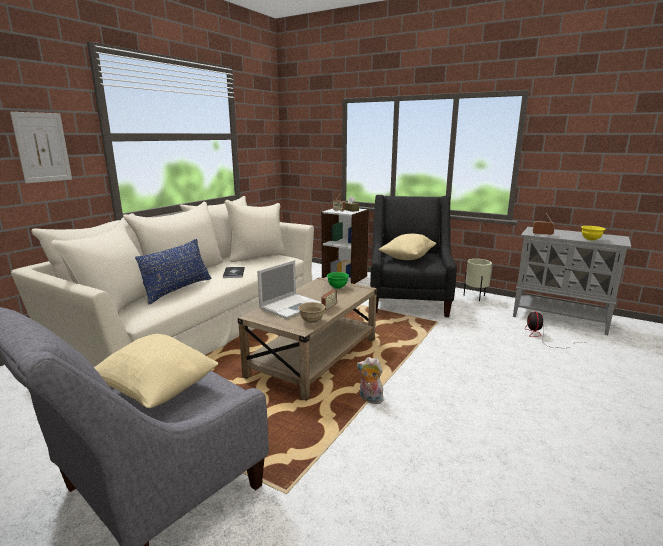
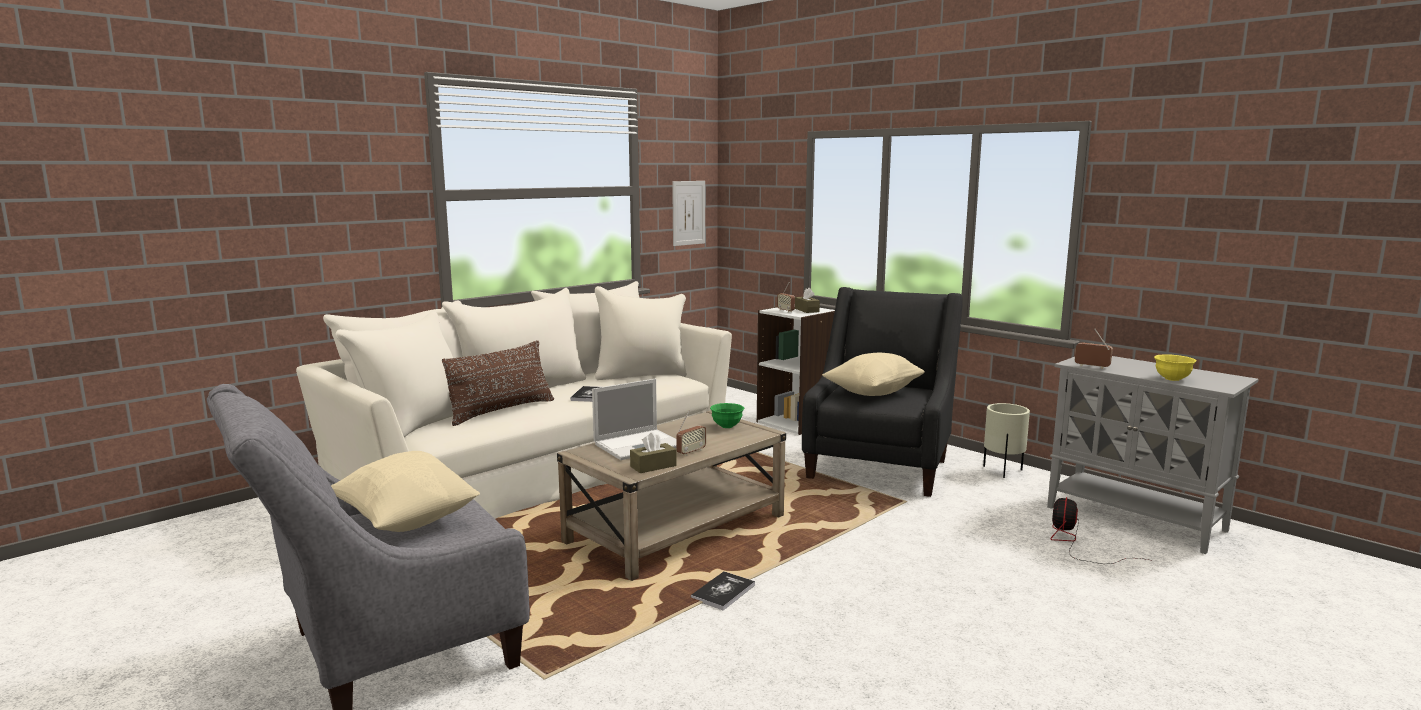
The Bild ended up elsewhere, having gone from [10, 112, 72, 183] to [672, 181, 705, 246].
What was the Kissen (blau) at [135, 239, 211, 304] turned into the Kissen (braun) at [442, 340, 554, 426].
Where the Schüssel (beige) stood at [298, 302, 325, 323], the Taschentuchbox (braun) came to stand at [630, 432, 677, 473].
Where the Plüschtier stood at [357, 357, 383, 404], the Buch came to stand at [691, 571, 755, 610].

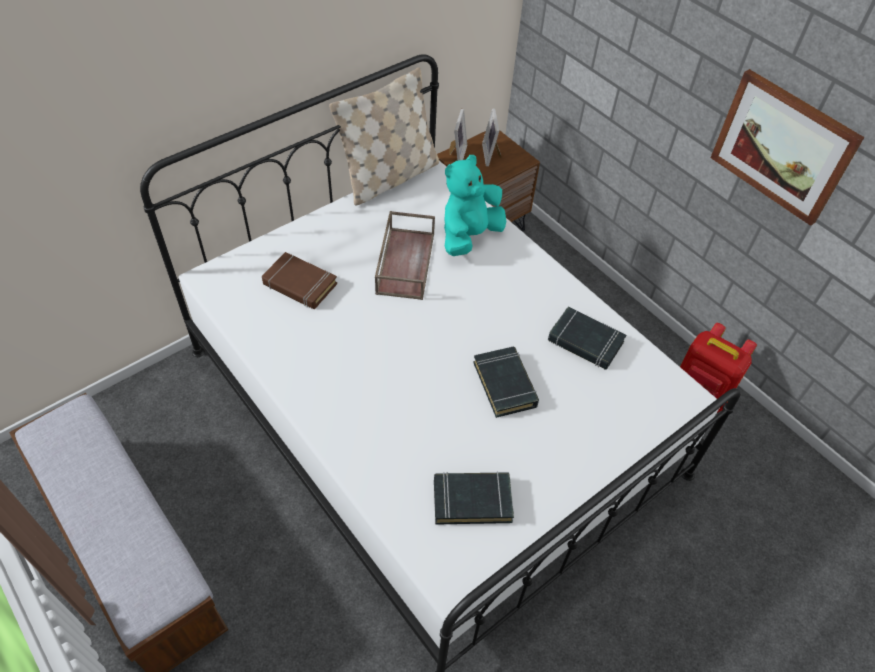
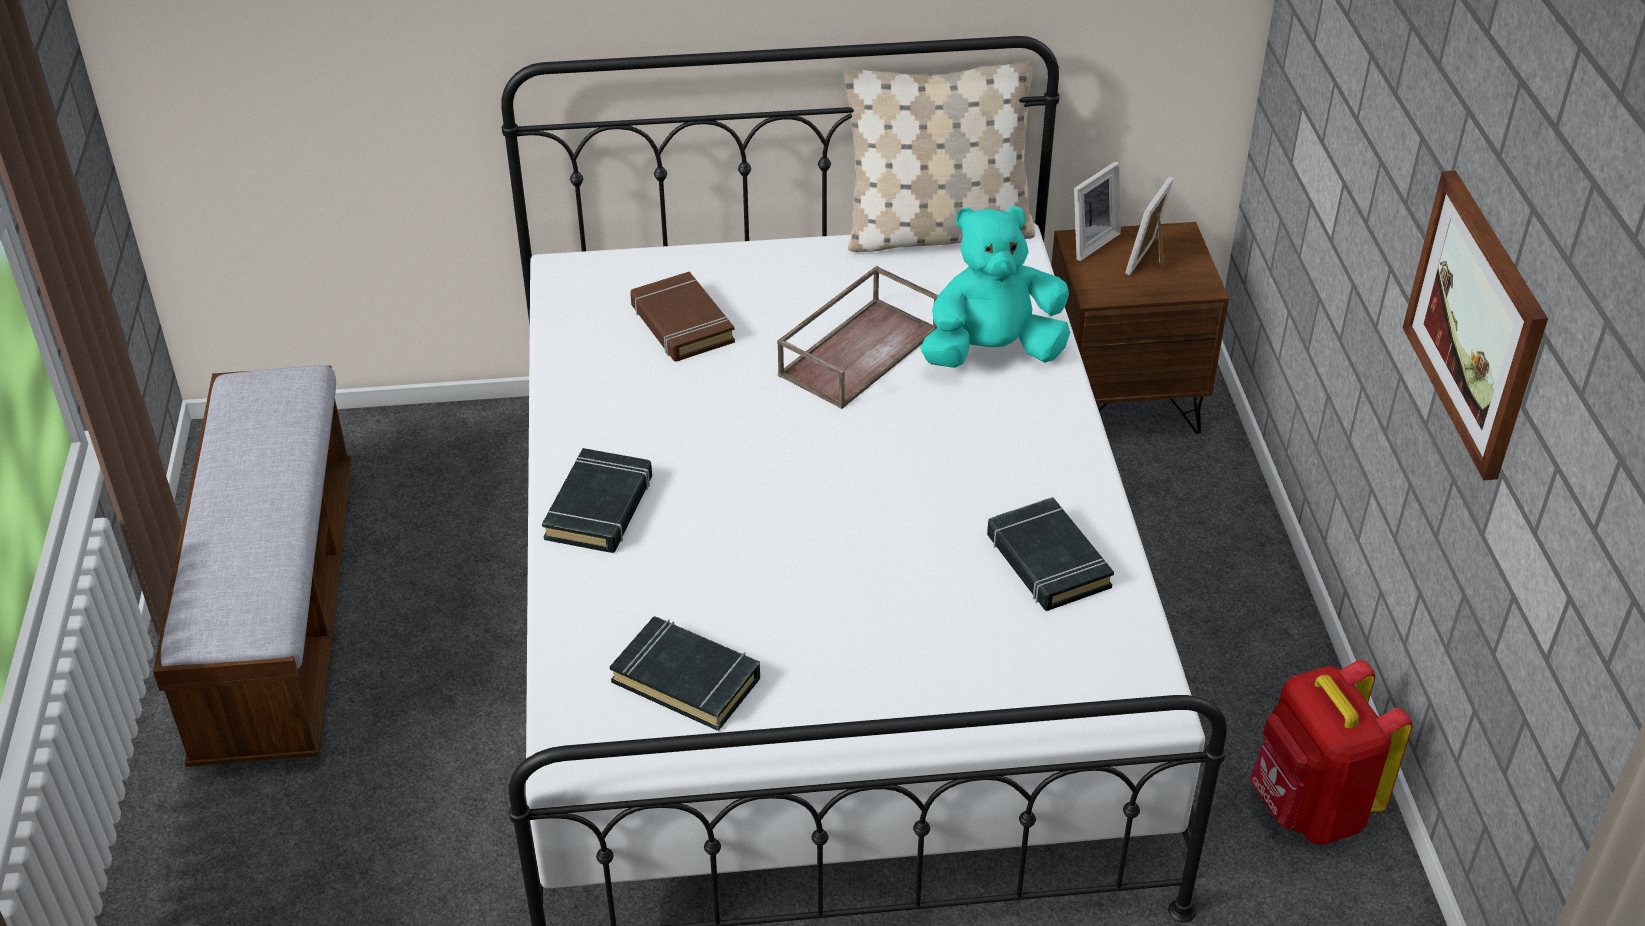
The Buch (schwarz) ended up elsewhere, having gone from [473, 347, 539, 418] to [542, 448, 652, 553].

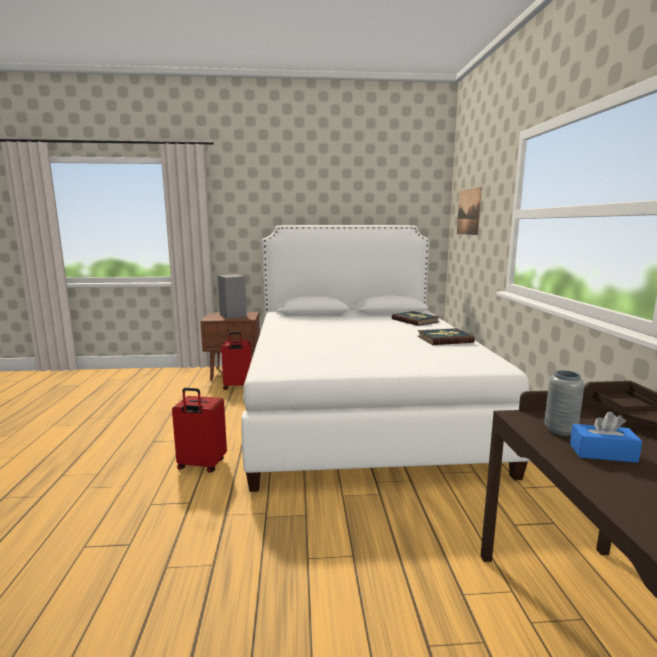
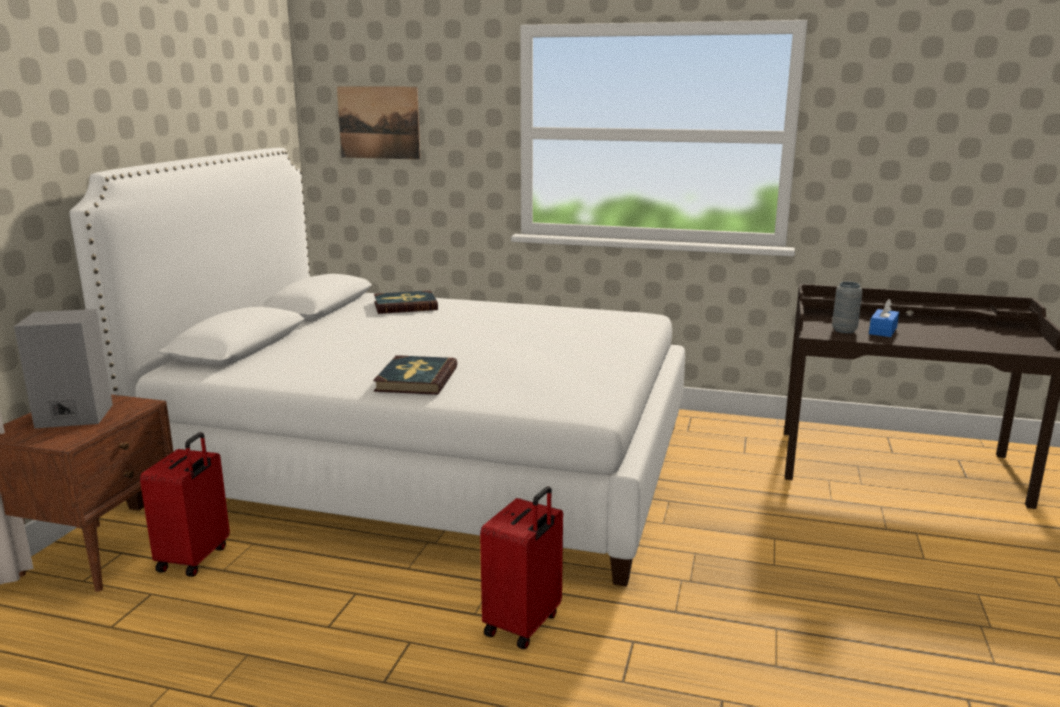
The Buch ended up elsewhere, having gone from [418, 328, 475, 345] to [373, 355, 457, 395].

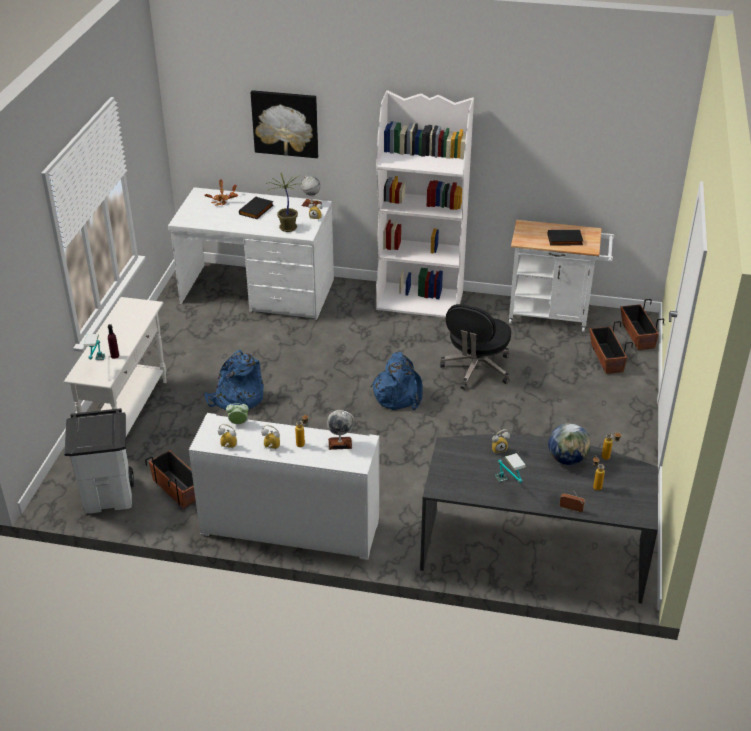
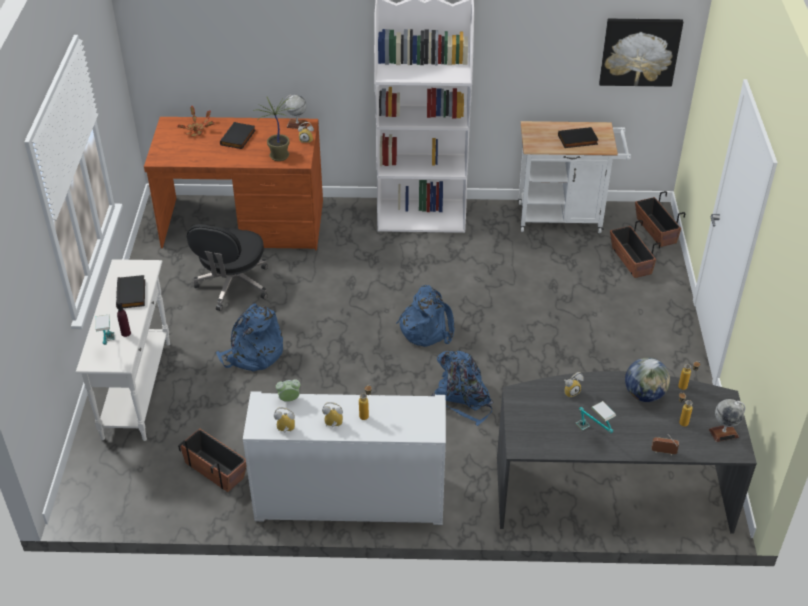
The second view lost the Mülleimer (weiß) at [64, 408, 134, 514].
What was the Schreibtisch (weiß) at [168, 187, 334, 320] turned into the Schreibtisch (braun) at [144, 117, 323, 250].
The Bild ended up elsewhere, having gone from [251, 90, 318, 158] to [599, 19, 683, 87].
The Globus ended up elsewhere, having gone from [327, 410, 355, 450] to [709, 399, 745, 442].
The Bürostuhl (schwarz) ended up elsewhere, having gone from [440, 304, 511, 390] to [187, 224, 268, 311].
The second view gained the Buch (schwarz) at [116, 275, 145, 309].
The second view gained the Rucksack (blau) at [431, 351, 493, 426].

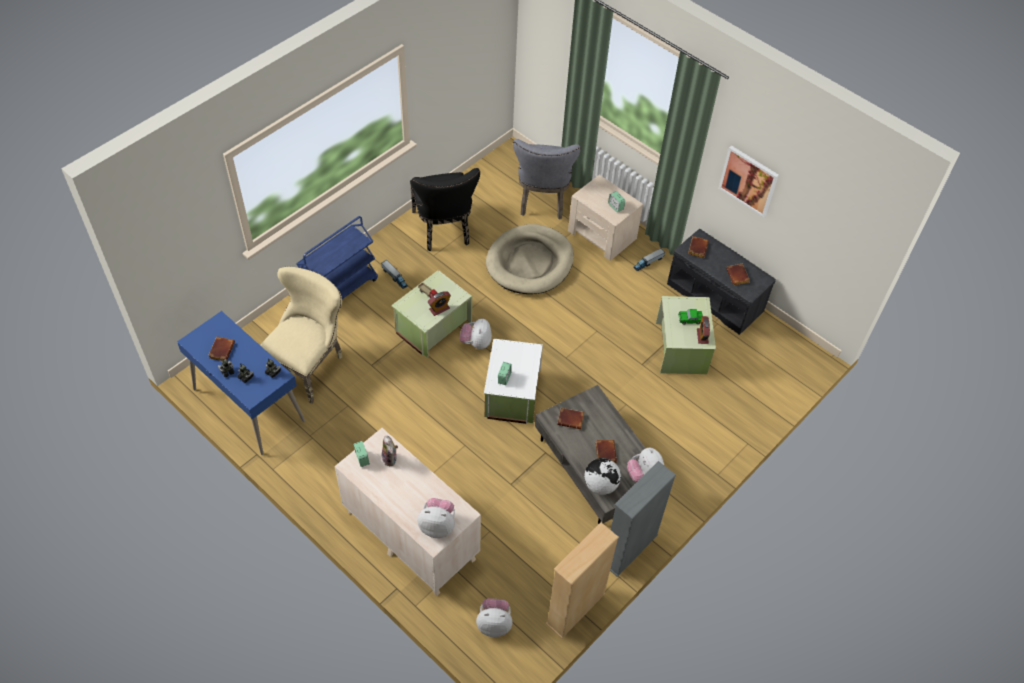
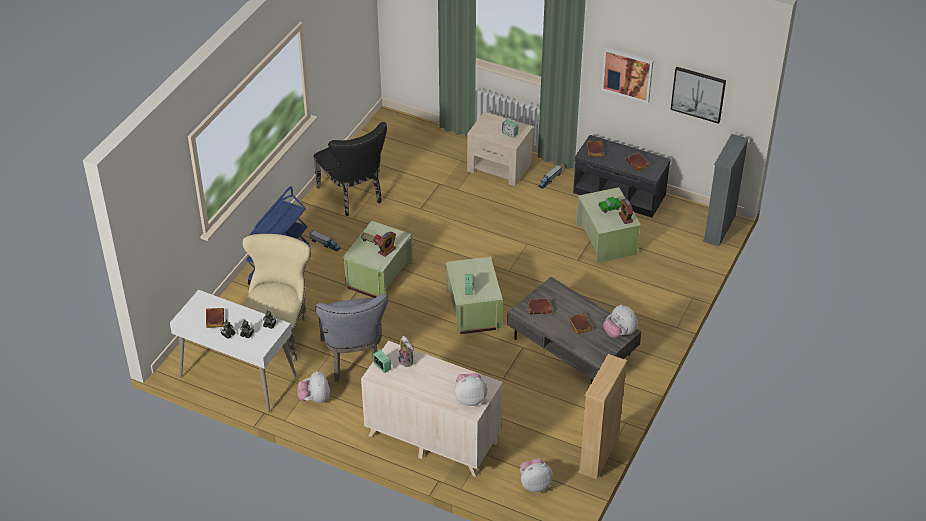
What was the Schreibtisch (blau) at [177, 311, 305, 455] turned into the Schreibtisch (weiß) at [170, 290, 296, 412].
The Plüschtier ended up elsewhere, having gone from [460, 318, 492, 349] to [297, 371, 330, 403].
What was the Aufbewahrungsbox (weiß) at [484, 339, 543, 424] turned into the Aufbewahrungsbox (grün) at [446, 256, 503, 334].
The second view lost the Hundebett (beige) at [486, 224, 574, 294].
The Stuhl (grau) ended up elsewhere, having gone from [513, 139, 581, 219] to [315, 293, 388, 382].
The second view lost the Globus at [584, 458, 621, 495].
The Bücherregal (grau) ended up elsewhere, having gone from [610, 461, 676, 577] to [703, 134, 748, 246].
The second view gained the Bild at [671, 67, 726, 124].

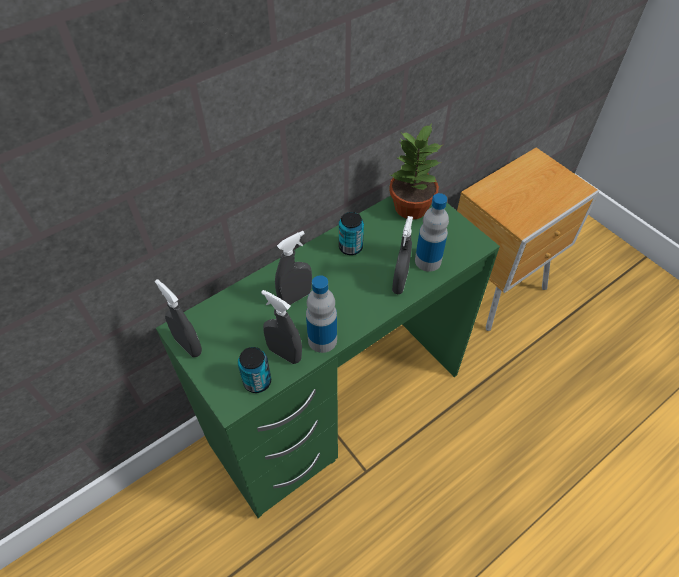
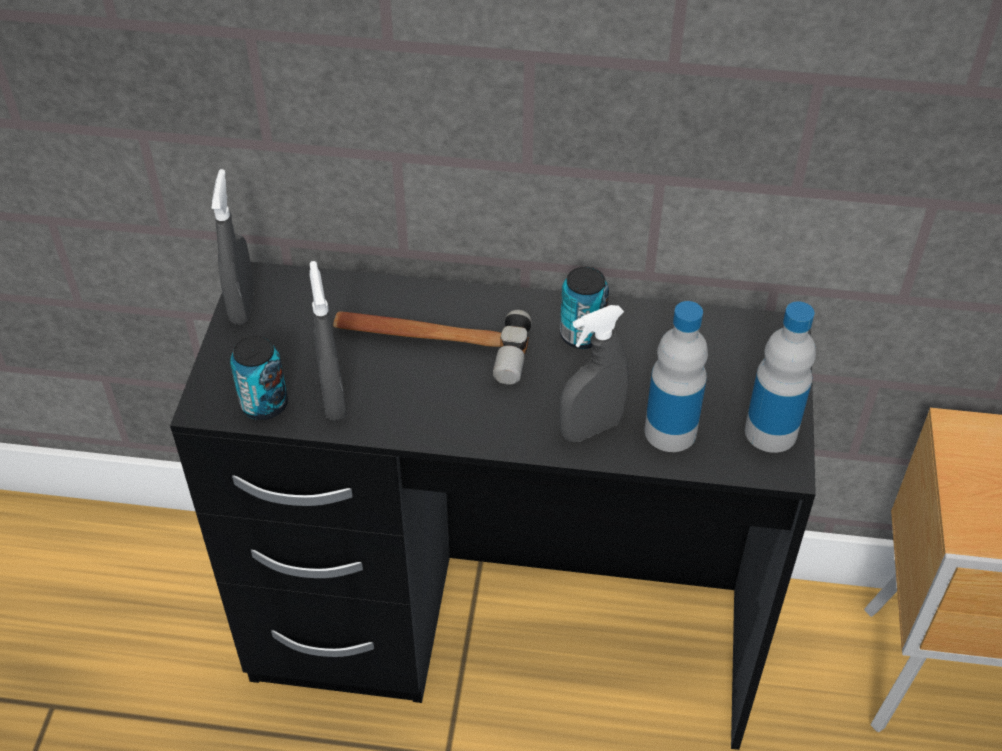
What was the Schreibtisch (grün) at [156, 196, 500, 518] turned into the Schreibtisch (schwarz) at [170, 262, 816, 750].
Where the Sprühflasche (grau) stood at [275, 231, 312, 305], the Hammer came to stand at [333, 310, 532, 385].
The Flasche ended up elsewhere, having gone from [306, 275, 337, 353] to [745, 301, 816, 453].
The second view lost the Topfpflanze at [389, 123, 444, 219].

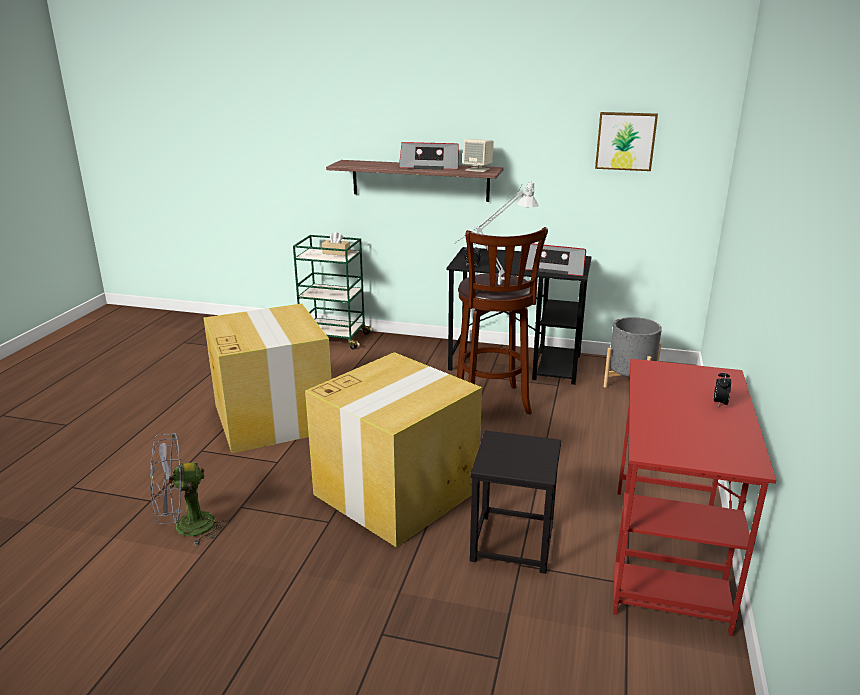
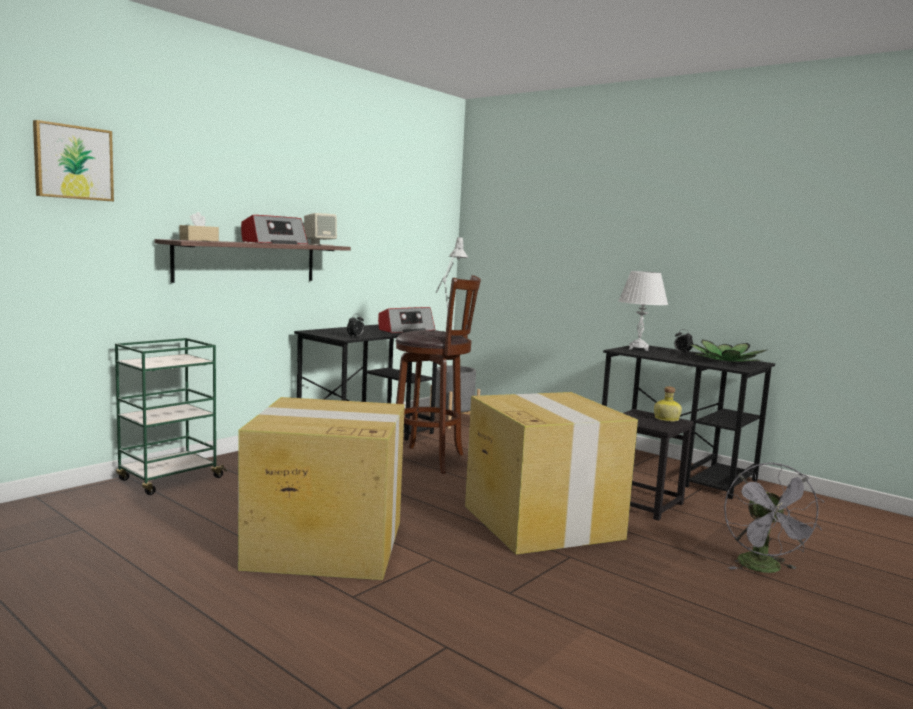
The Ventilator (grau) ended up elsewhere, having gone from [150, 433, 229, 546] to [724, 462, 824, 573].
The Taschentuchbox (beige) ended up elsewhere, having gone from [322, 232, 351, 256] to [179, 212, 219, 242].
The Bild ended up elsewhere, having gone from [595, 112, 658, 171] to [33, 120, 114, 201].
What was the Schreibtisch (rot) at [613, 359, 776, 636] turned into the Schreibtisch (schwarz) at [602, 346, 775, 499].
The second view gained the Tischlampe (weiß) at [618, 271, 668, 351].
The second view gained the Flasche at [654, 386, 682, 422].
The second view gained the Topfpflanze at [689, 339, 767, 362].

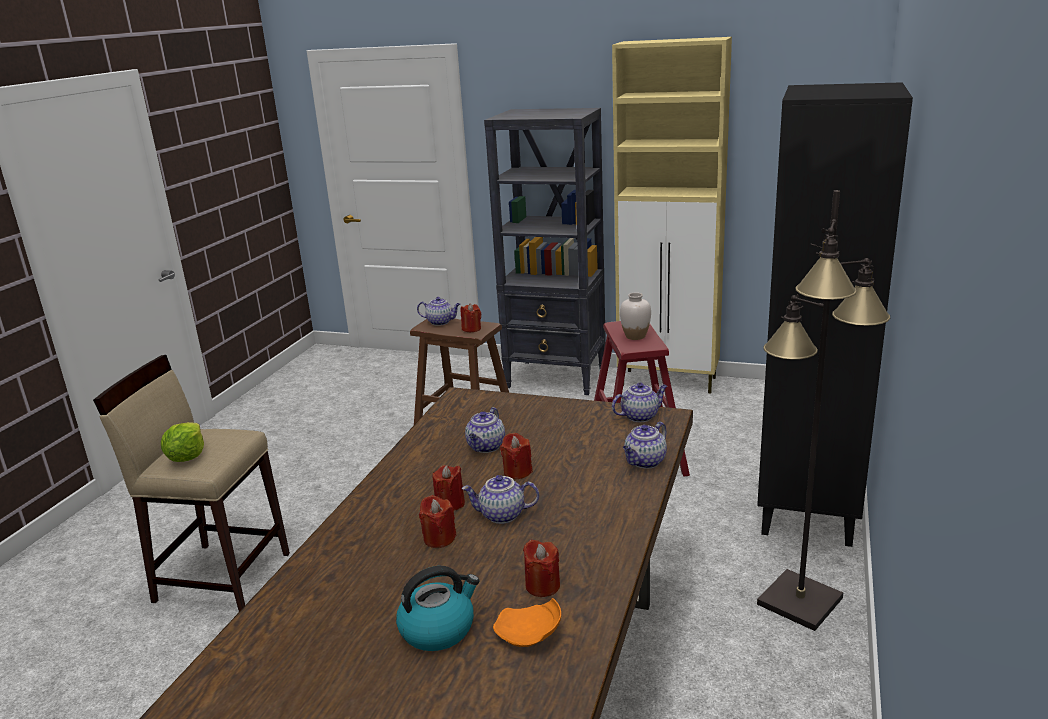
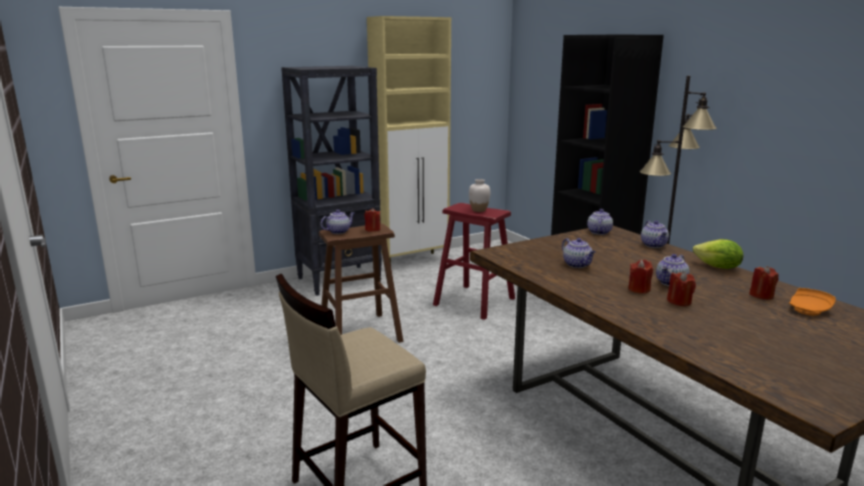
The Salatkopf ended up elsewhere, having gone from [161, 422, 204, 462] to [693, 239, 743, 269].
The second view lost the Wasserkessel at [396, 566, 479, 651].
The second view lost the Kerze (rot) at [500, 433, 533, 479].

